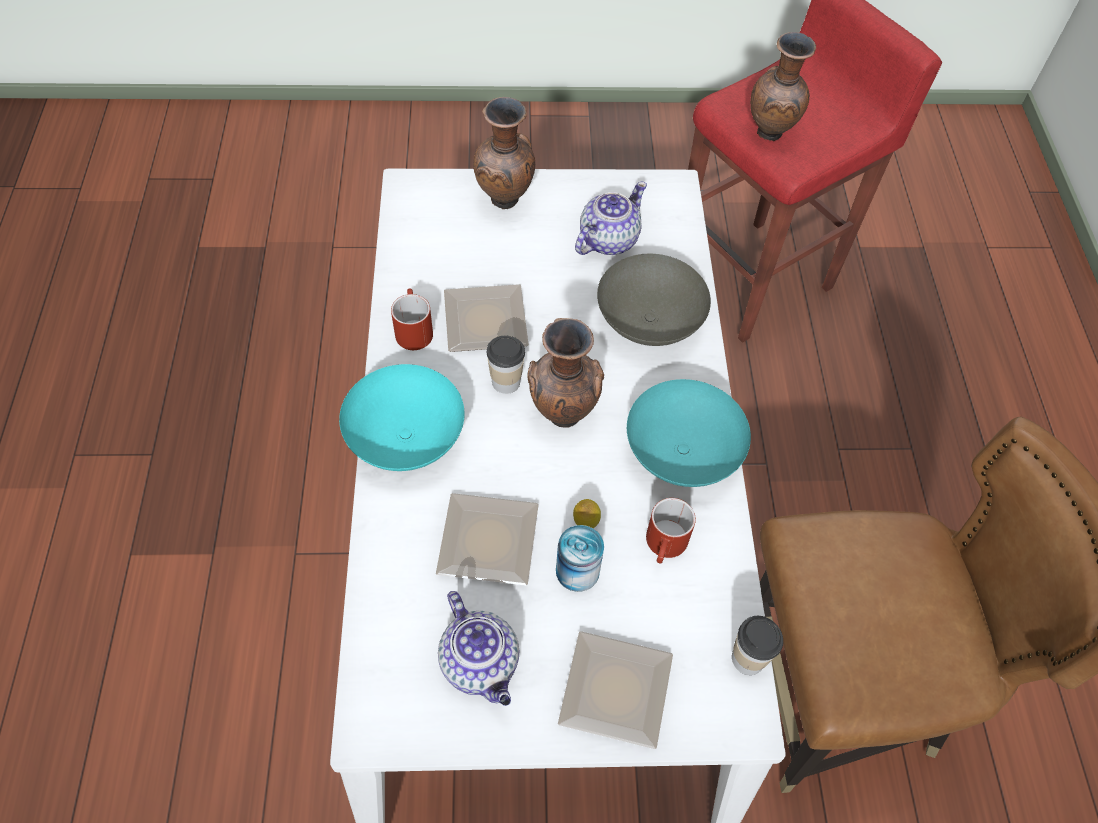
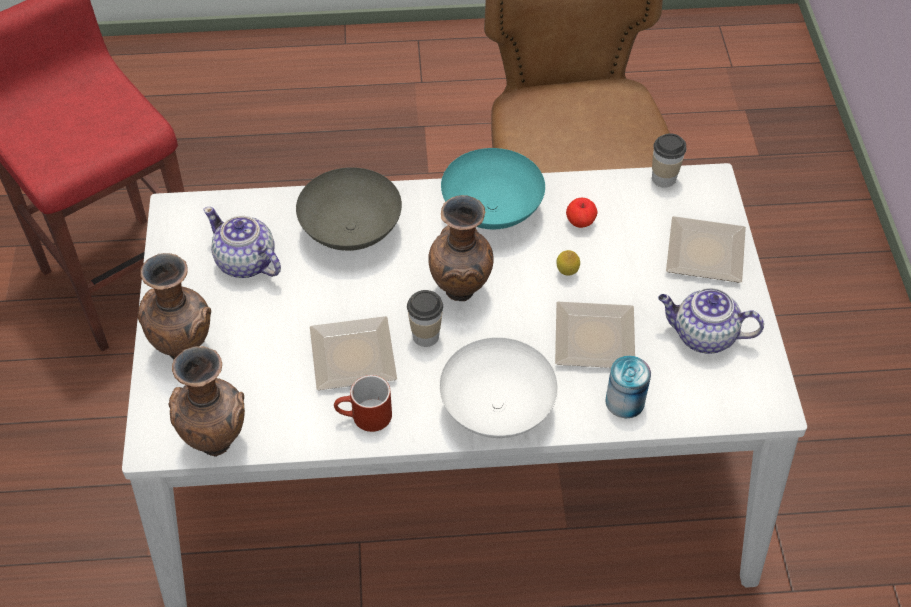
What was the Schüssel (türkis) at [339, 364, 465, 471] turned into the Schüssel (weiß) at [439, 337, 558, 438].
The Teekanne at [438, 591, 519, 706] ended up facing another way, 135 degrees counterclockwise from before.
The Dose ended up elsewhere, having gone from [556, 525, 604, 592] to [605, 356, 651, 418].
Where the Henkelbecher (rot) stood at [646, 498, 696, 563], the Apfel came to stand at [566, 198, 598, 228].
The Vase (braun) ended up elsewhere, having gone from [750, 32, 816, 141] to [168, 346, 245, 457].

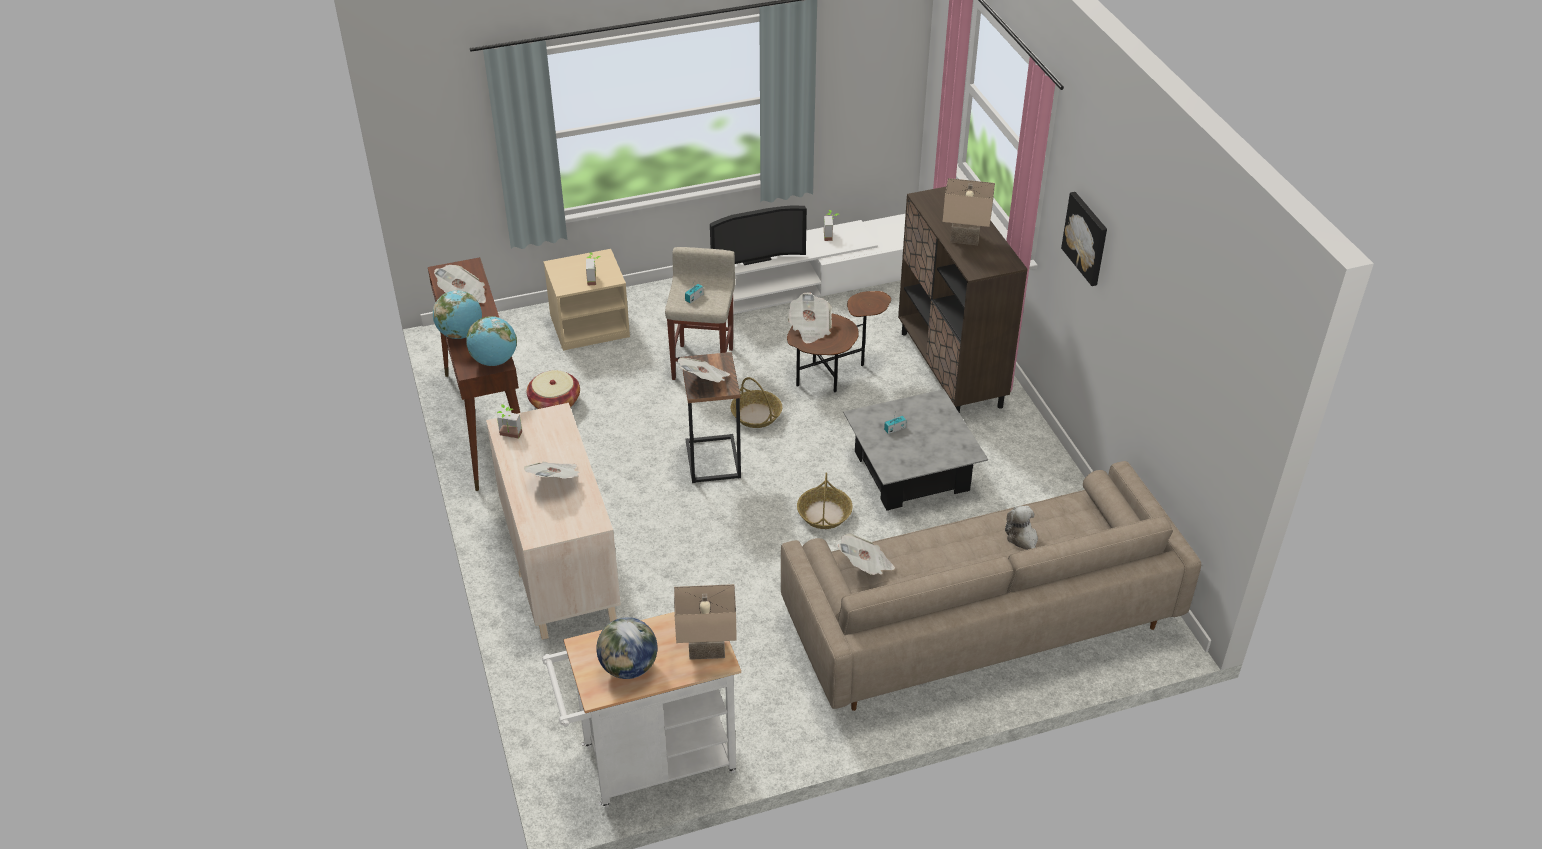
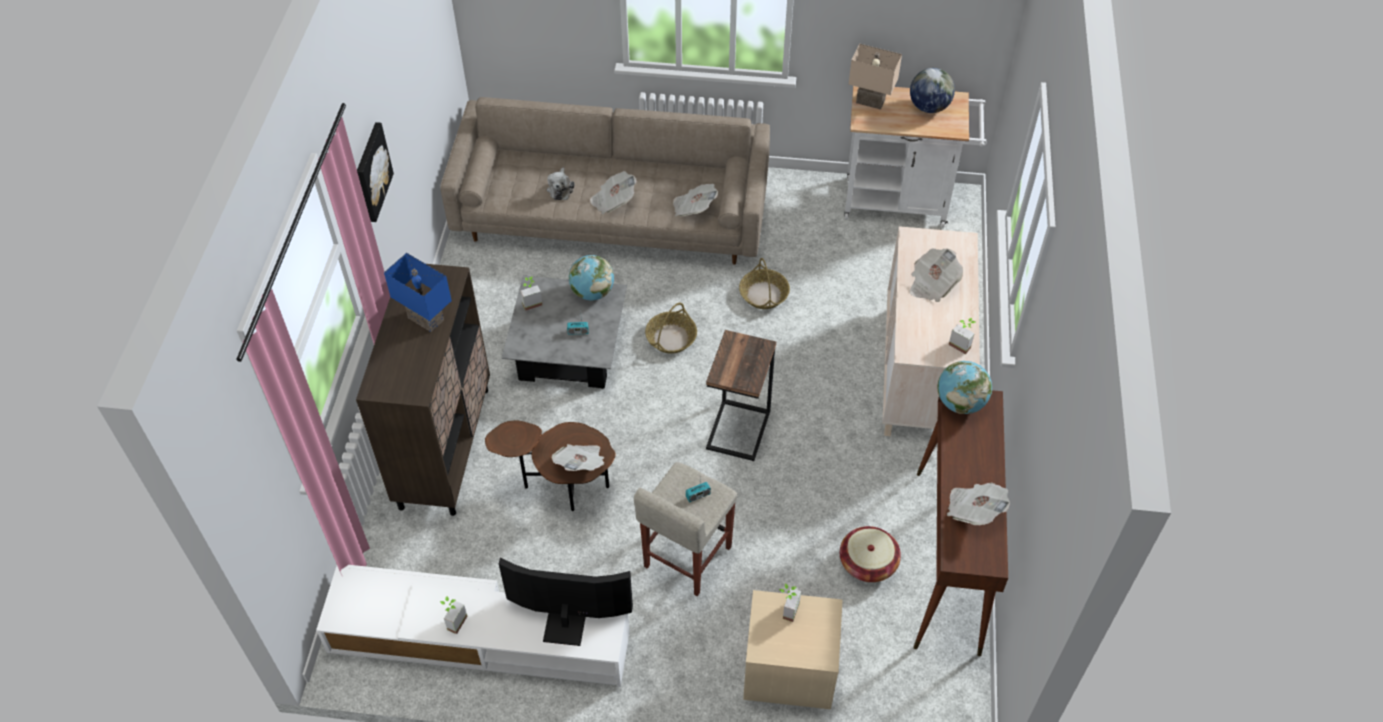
The Globus ended up elsewhere, having gone from [433, 291, 482, 339] to [569, 255, 614, 300].
The Zeitung ended up elsewhere, having gone from [677, 357, 730, 383] to [590, 171, 637, 214].
The Korb ended up elsewhere, having gone from [731, 377, 782, 428] to [739, 258, 790, 309].
What was the Tischlampe (beige) at [943, 178, 995, 245] turned into the Tischlampe (blau) at [384, 253, 452, 332].
The second view gained the Topfpflanze at [520, 276, 542, 311].

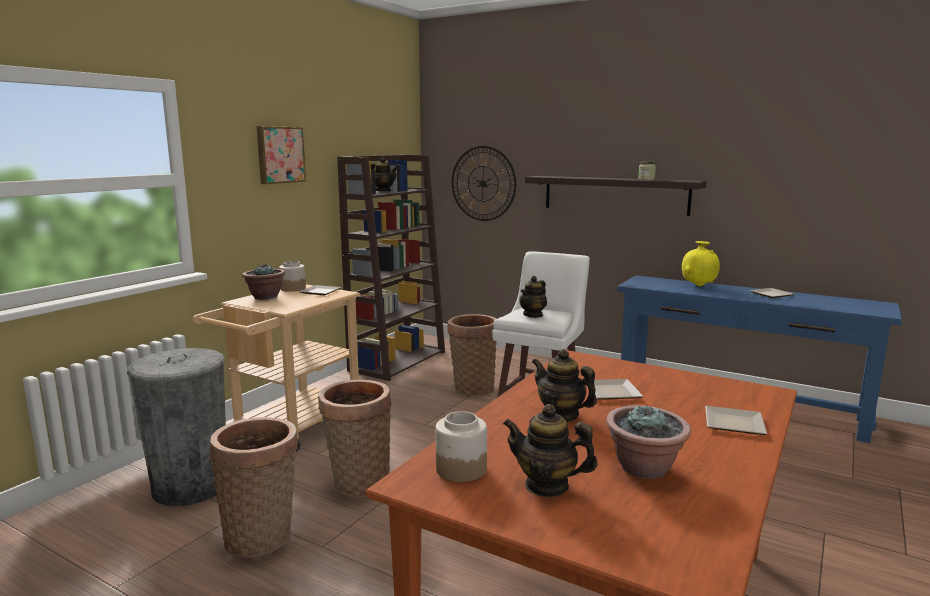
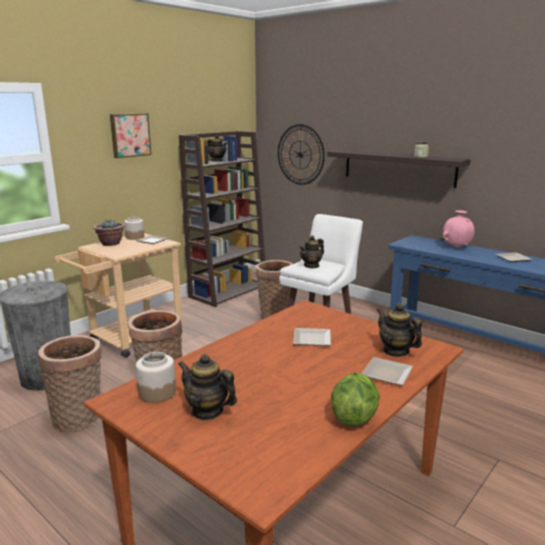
The Teekanne ended up elsewhere, having gone from [532, 349, 597, 422] to [377, 303, 422, 357].
The second view lost the Topfpflanze at [606, 404, 691, 479].
What was the Vase (gelb) at [682, 241, 720, 286] turned into the Vase (rosa) at [443, 210, 475, 248].
The second view gained the Salatkopf at [331, 373, 380, 427].

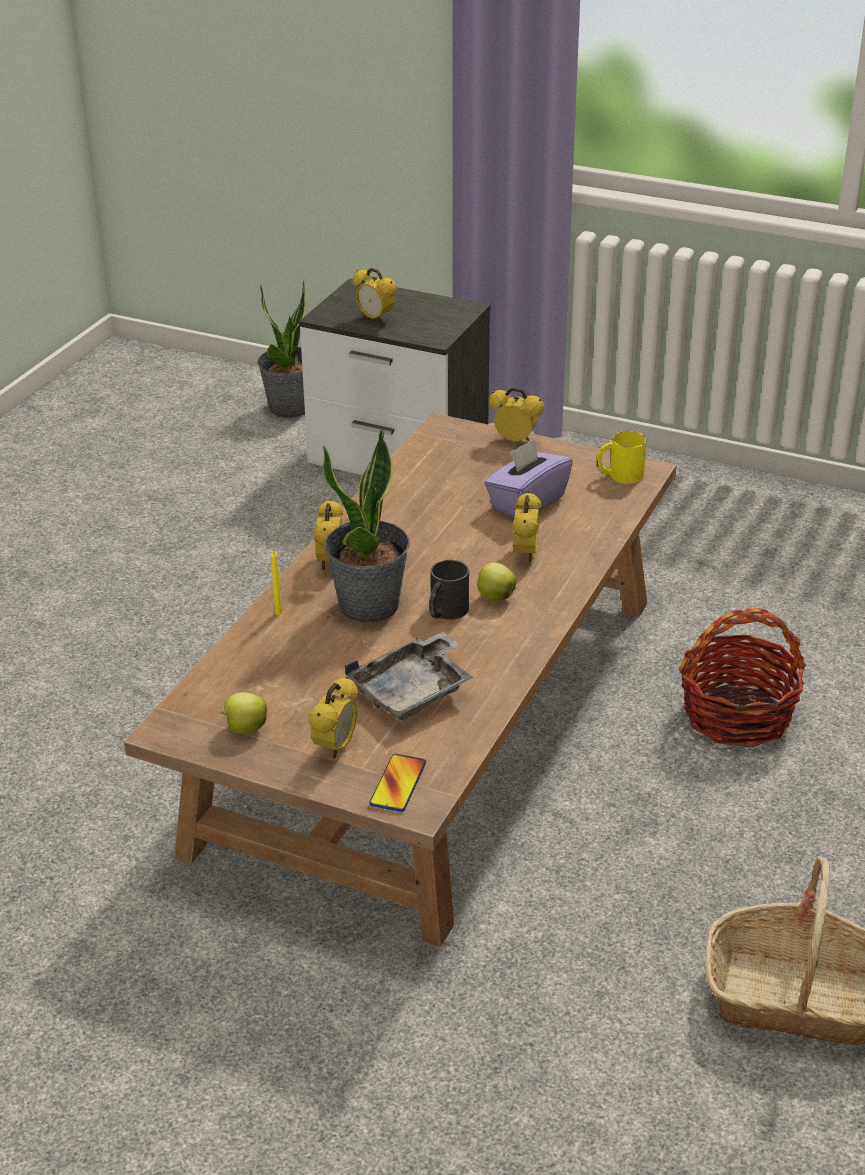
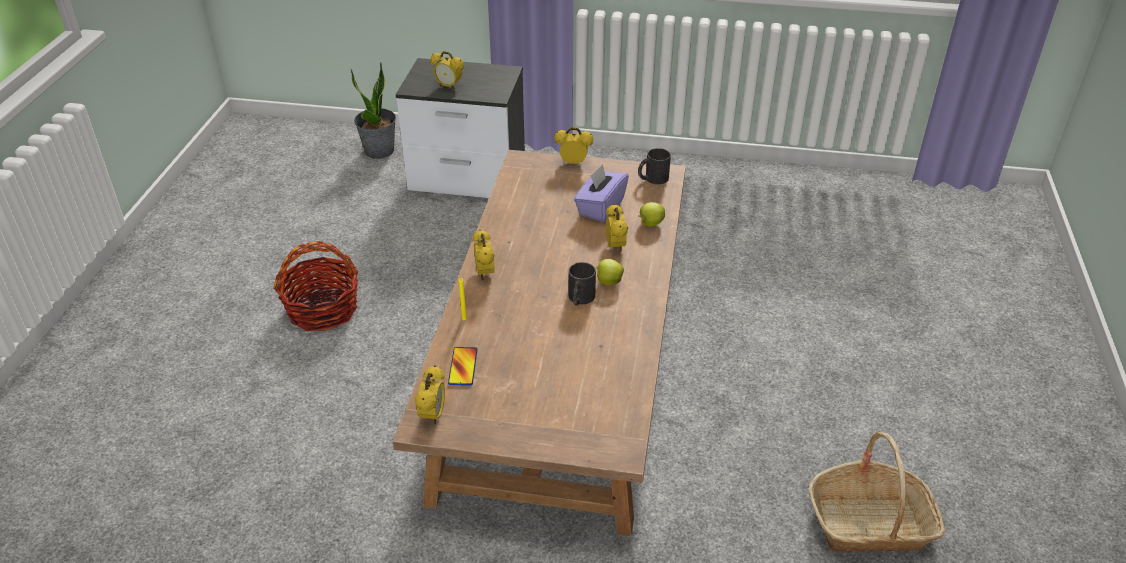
The Apfel ended up elsewhere, having gone from [220, 692, 267, 734] to [638, 202, 665, 227].
The Wecker ended up elsewhere, having gone from [309, 677, 358, 759] to [415, 365, 445, 425].
The second view lost the Topfpflanze at [323, 429, 410, 623].
The second view lost the Tablett (grau) at [345, 632, 474, 721].
The Handy ended up elsewhere, having gone from [369, 754, 426, 812] to [448, 347, 478, 386].
What was the Henkelbecher (gelb) at [596, 431, 647, 484] turned into the Henkelbecher (schwarz) at [638, 148, 671, 185].
The Korb ended up elsewhere, having gone from [679, 608, 806, 747] to [273, 241, 358, 331].

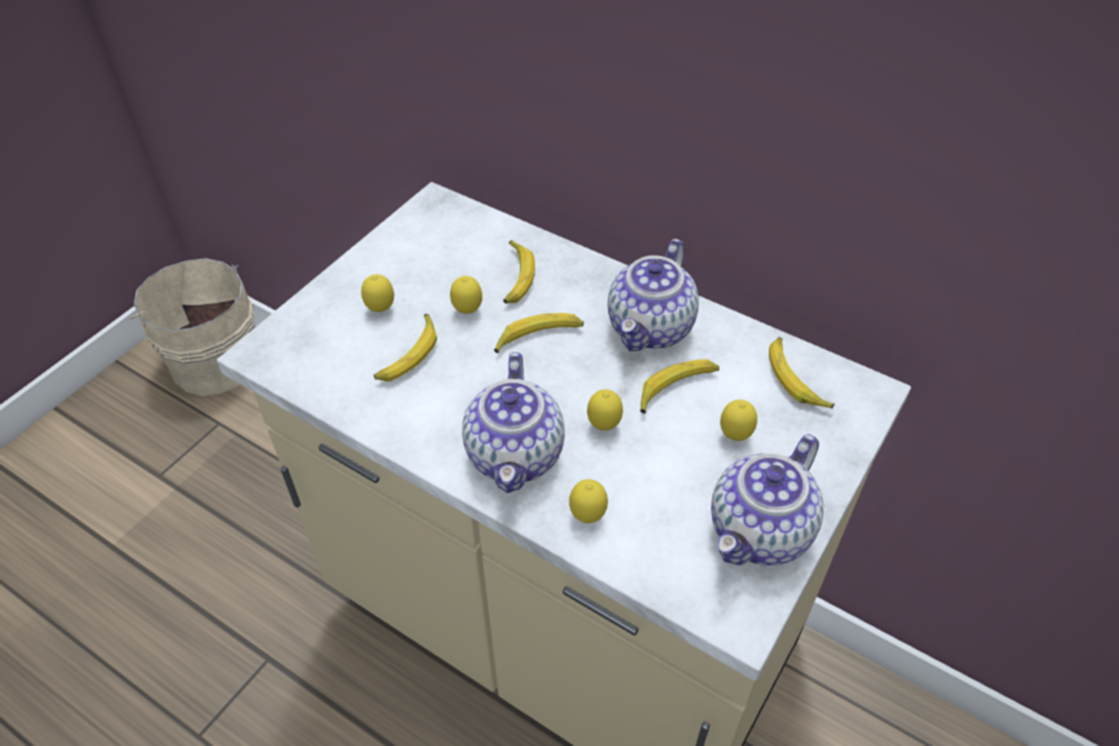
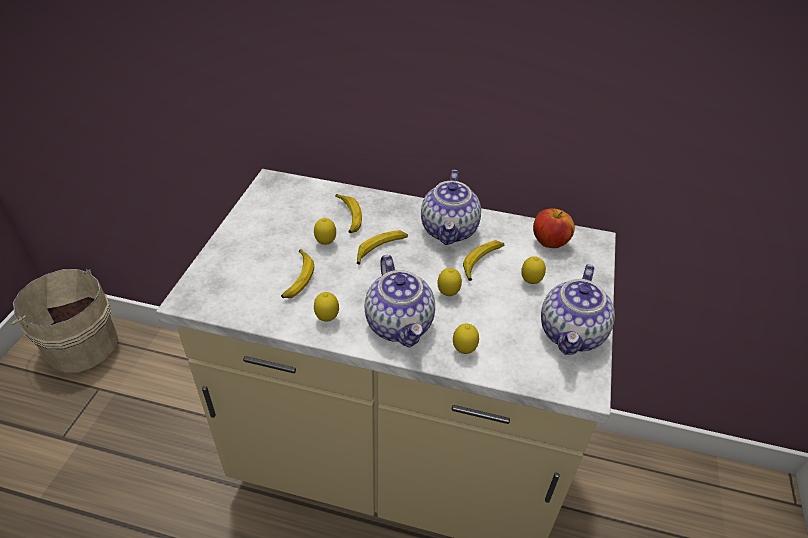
The Zitrone ended up elsewhere, having gone from [361, 274, 394, 312] to [314, 292, 339, 322].
Where the Banane stood at [769, 337, 835, 408], the Apfel came to stand at [533, 208, 575, 248].

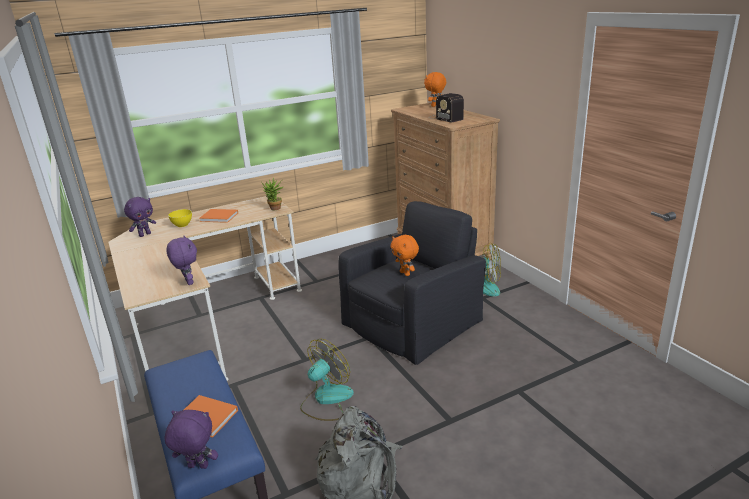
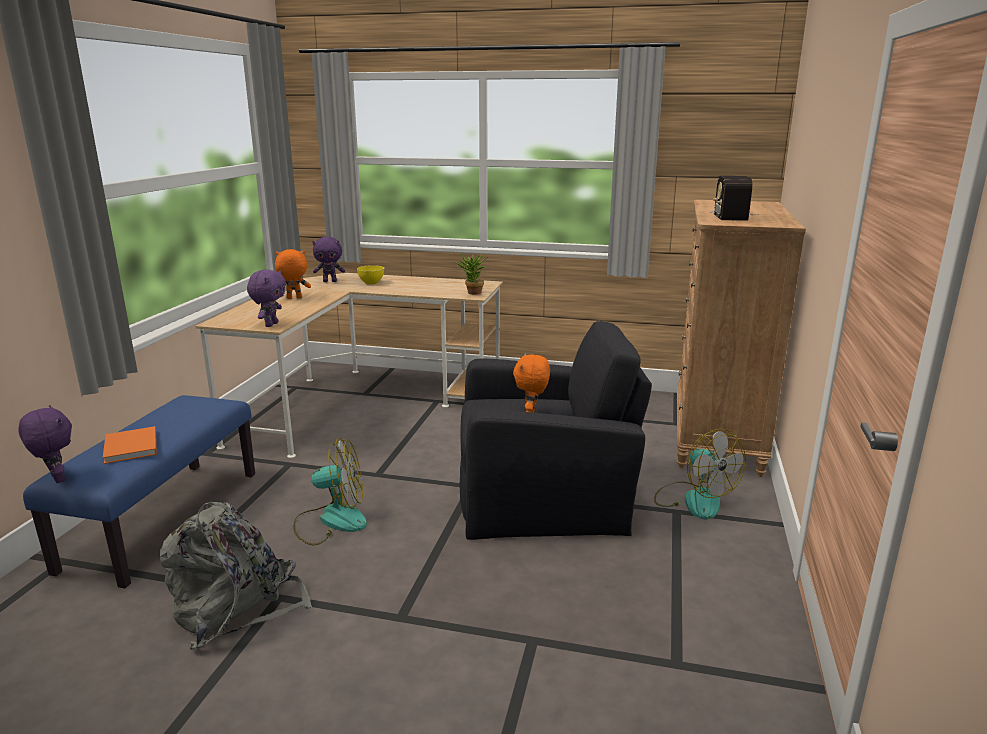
The second view lost the Buch (orange) at [199, 209, 238, 223].
The Plüschtier (orange) ended up elsewhere, having gone from [424, 72, 446, 107] to [275, 249, 311, 299].

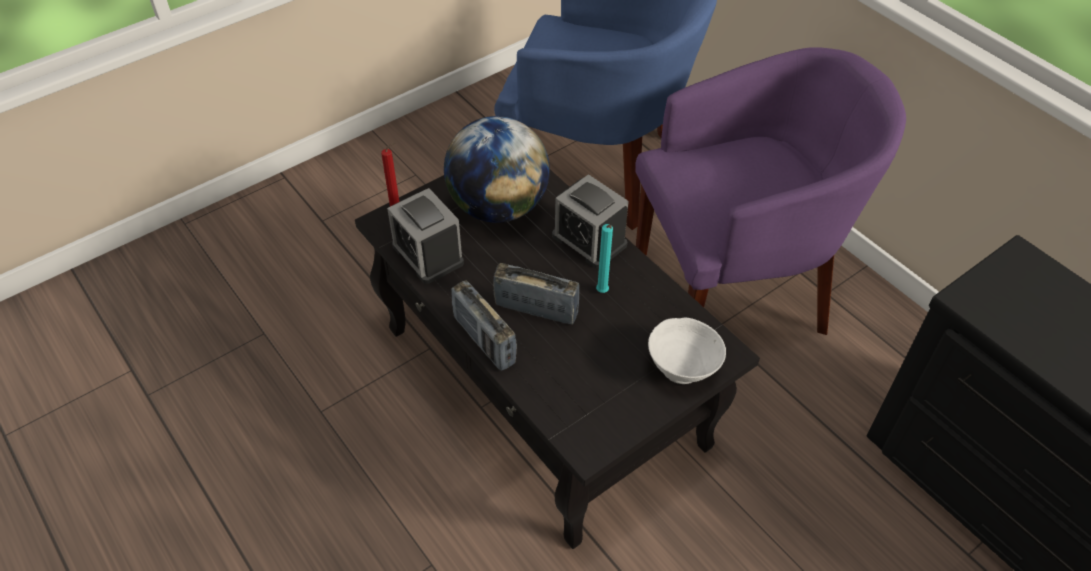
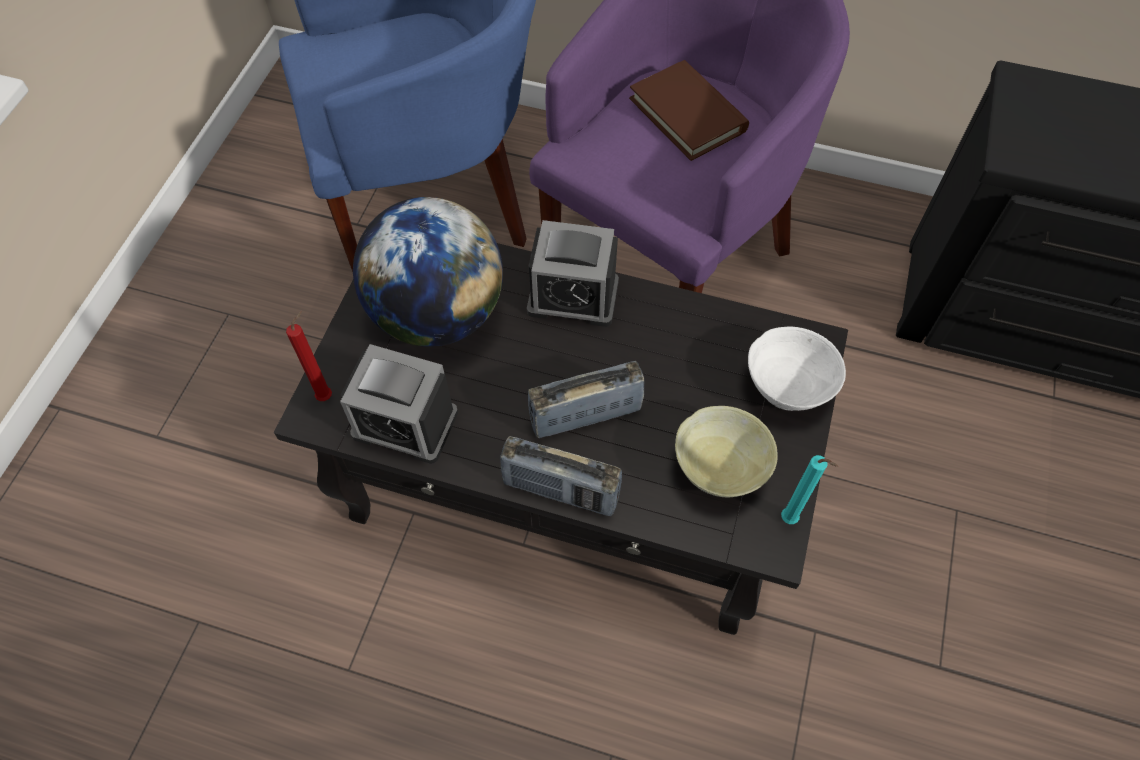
The Kerze (türkis) ended up elsewhere, having gone from [596, 224, 613, 293] to [781, 455, 838, 524].
The second view gained the Buch (braun) at [629, 60, 749, 161].
The second view gained the Schüssel (beige) at [675, 406, 778, 497].

